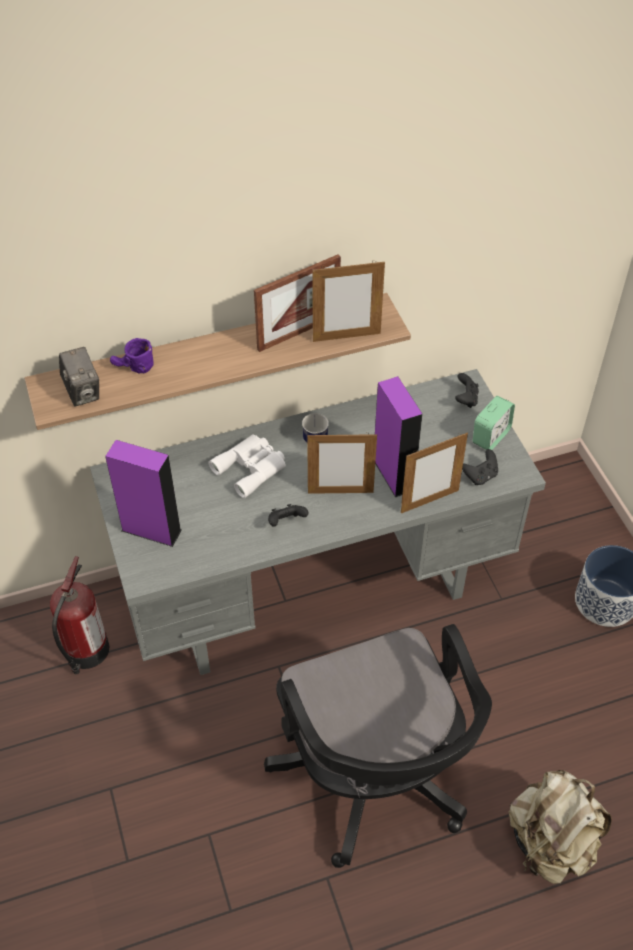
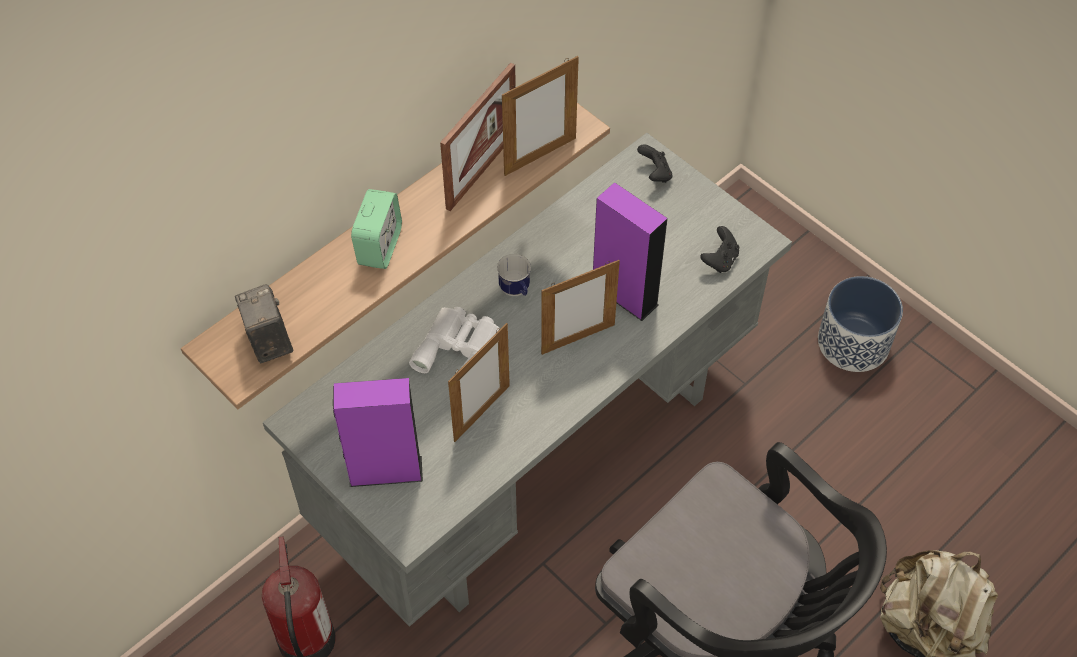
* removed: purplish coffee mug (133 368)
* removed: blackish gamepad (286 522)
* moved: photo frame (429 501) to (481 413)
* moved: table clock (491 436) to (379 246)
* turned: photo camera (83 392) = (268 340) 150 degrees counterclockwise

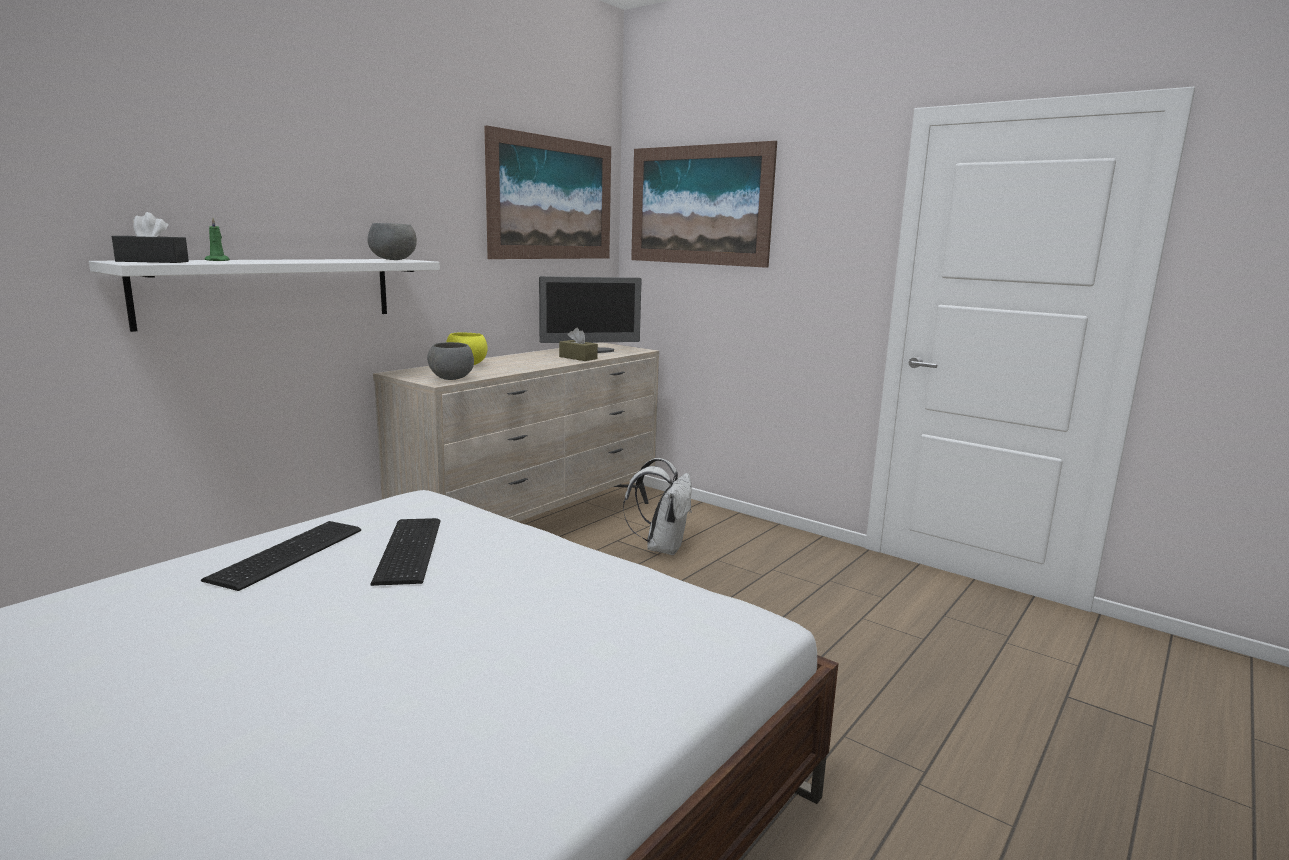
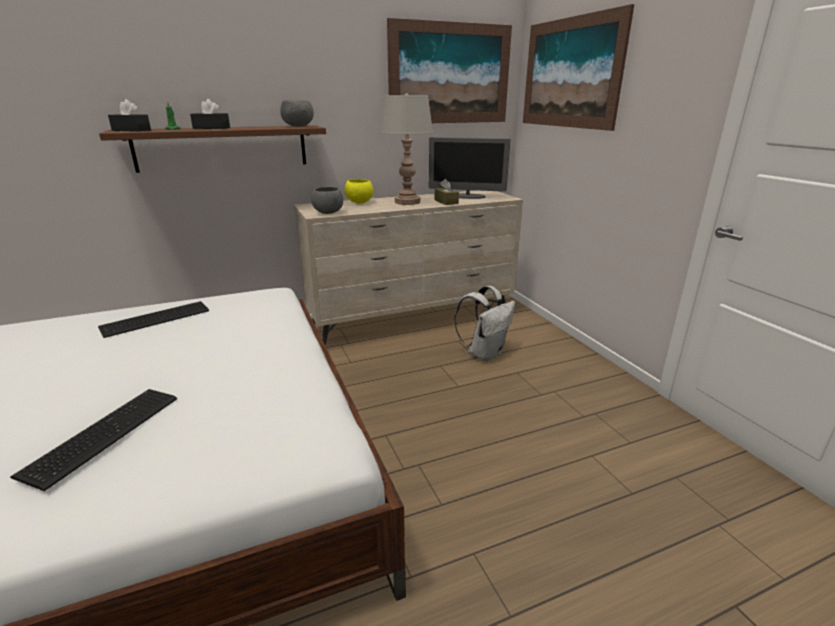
* added: blackish tissue box (211 128)
* added: gray tabletop lamp (407 202)
* moved: computer keyboard (406 551) to (100 434)
* recoloured: whitish shelf (271 290) to brownish shelf (222 148)

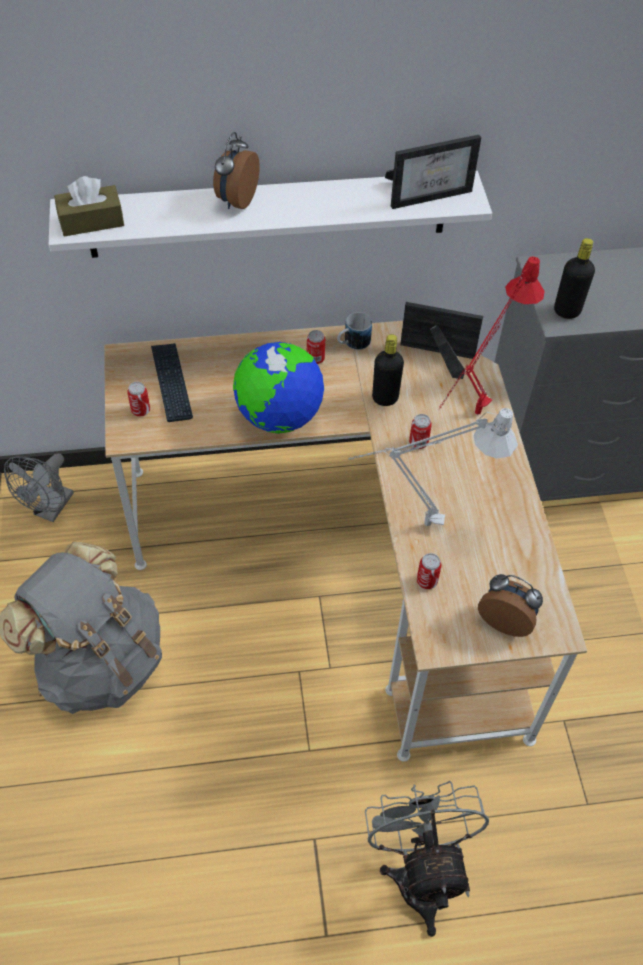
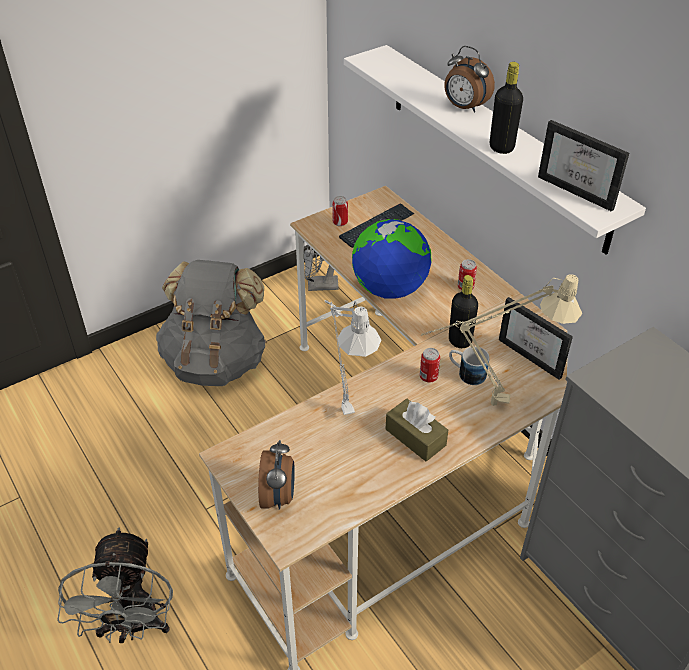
* removed: can (427 581)
* moved: brownish tissue box (91 221) to (415 437)
* moved: coffee mug (352 343) to (466 373)
* moved: blackish drink bottle (567 311) to (501 147)
* recoloured: red-coloured tabletop lamp (472 419) to beige tabletop lamp (483 404)
* turned: table clock (236 200) = (464 107) 135 degrees counterclockwise
* turned: gray electric fan (420 872) = (133 627) 120 degrees clockwise
* turned: photo frame (434 356) = (535 355) 150 degrees clockwise

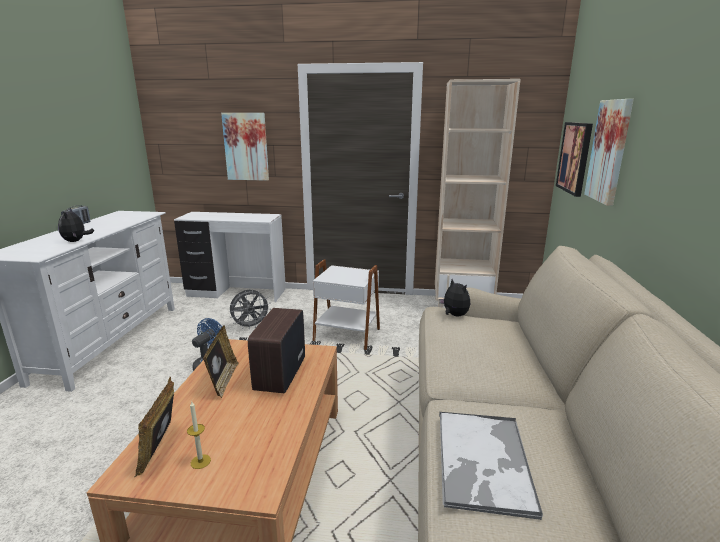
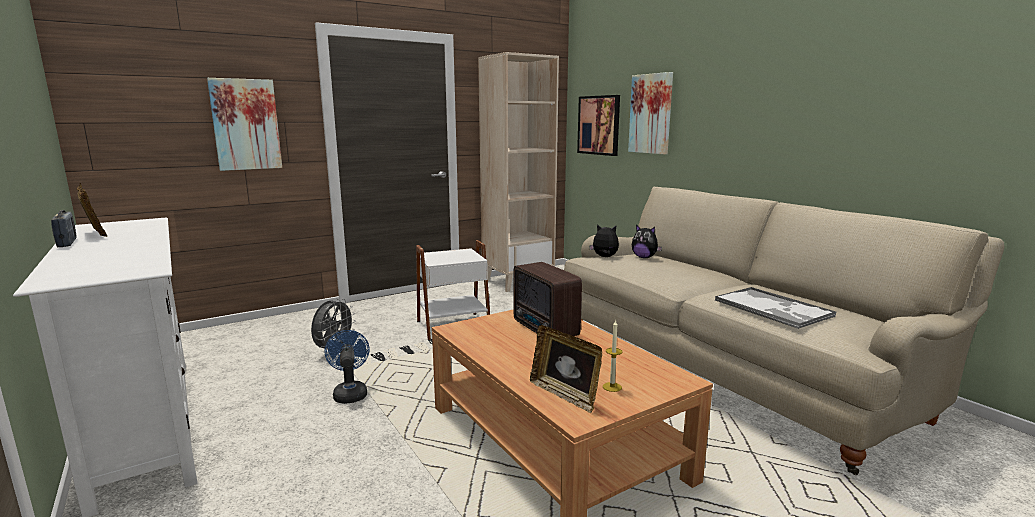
* removed: whitish desk table (236 293)
* moved: cuddly toy (76 241) to (644 257)
* moved: photo frame (223 381) to (95 234)

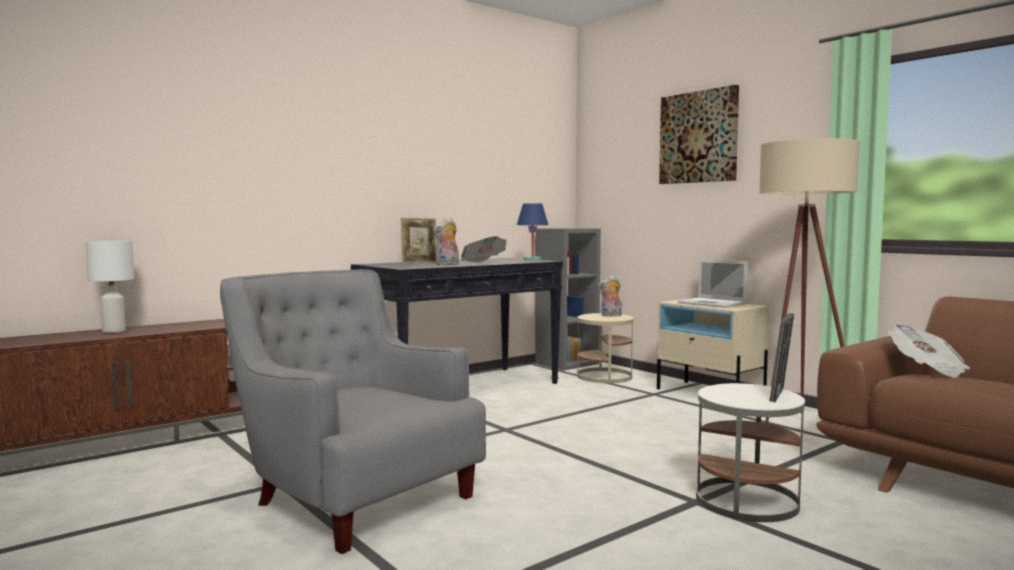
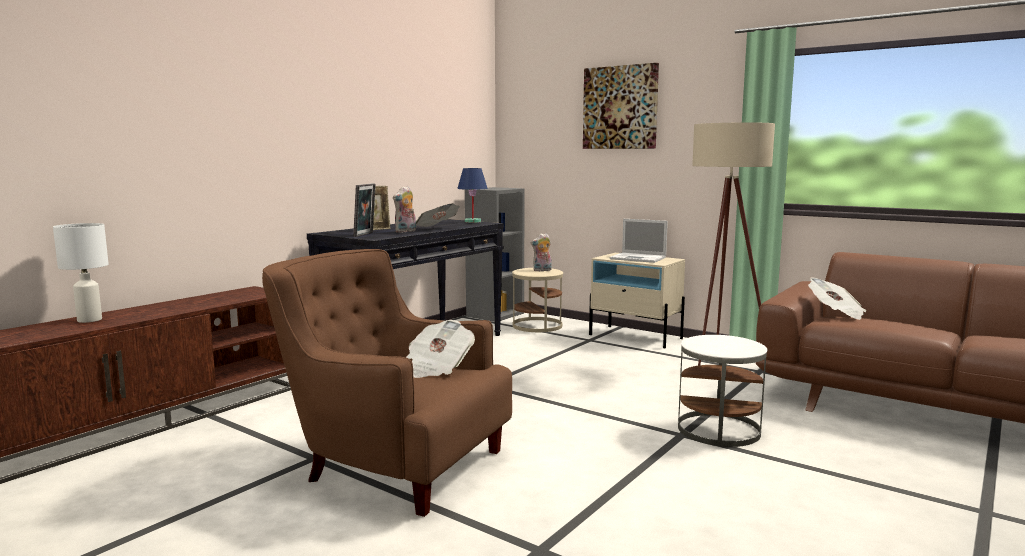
* added: daily paper (437 368)
* moved: photo frame (780 395) to (365 234)
* recoloured: gray lounge chair (352 497) to brownish lounge chair (392 463)

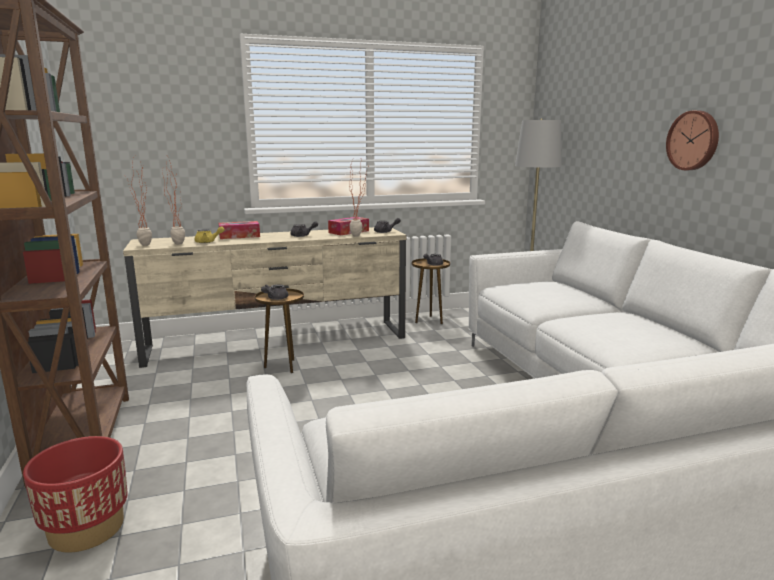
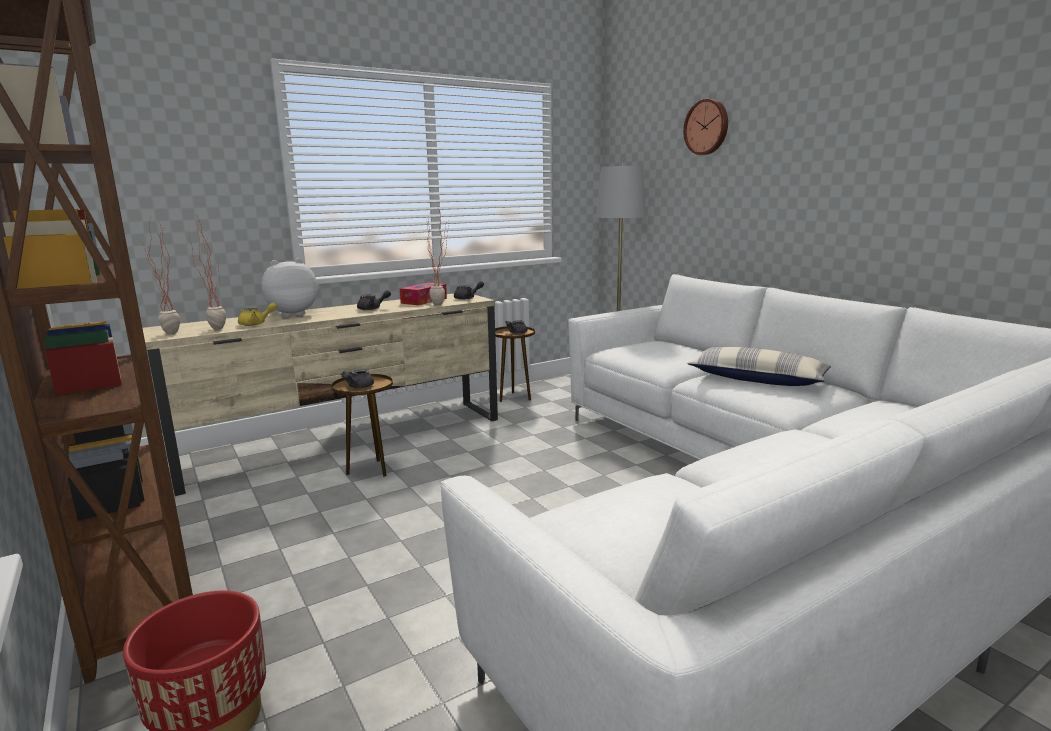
* added: cushion (757 379)
* moved: clock on the wall (694 140) to (707 127)
* replaced: tissue box (239 236) to cuddly toy (291 314)

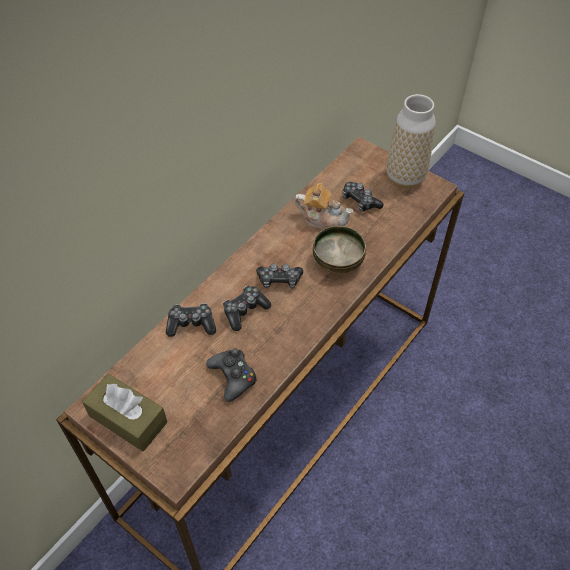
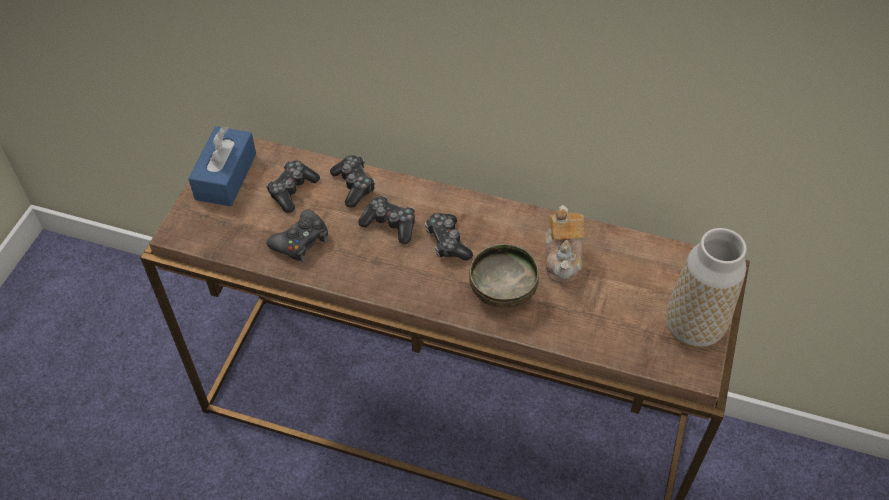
* moved: gamepad (360 201) to (292 190)
* recoloured: brownish tissue box (128 419) to blue tissue box (226 176)

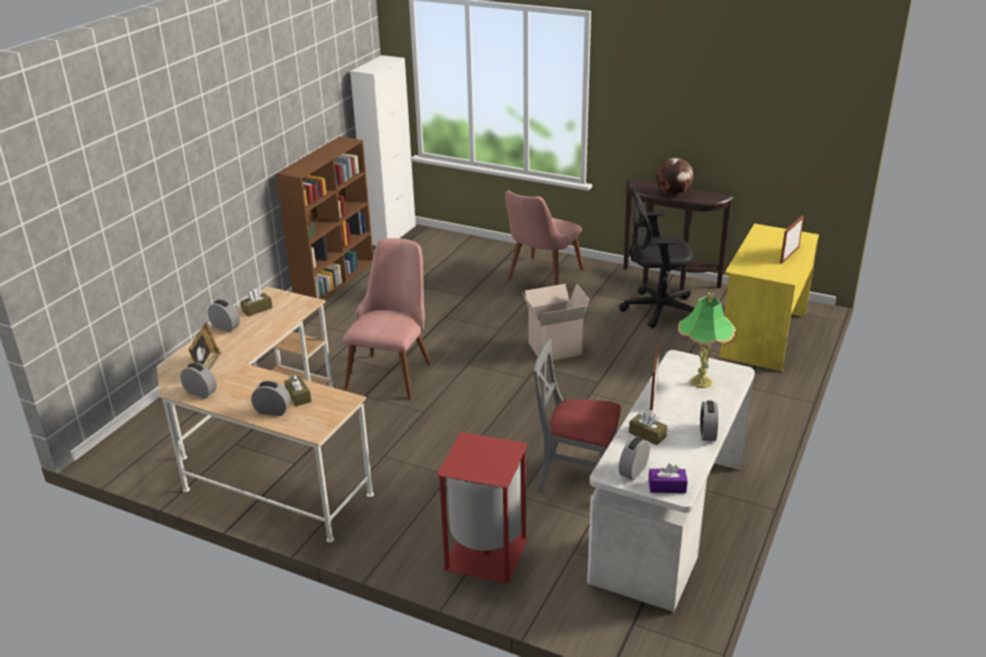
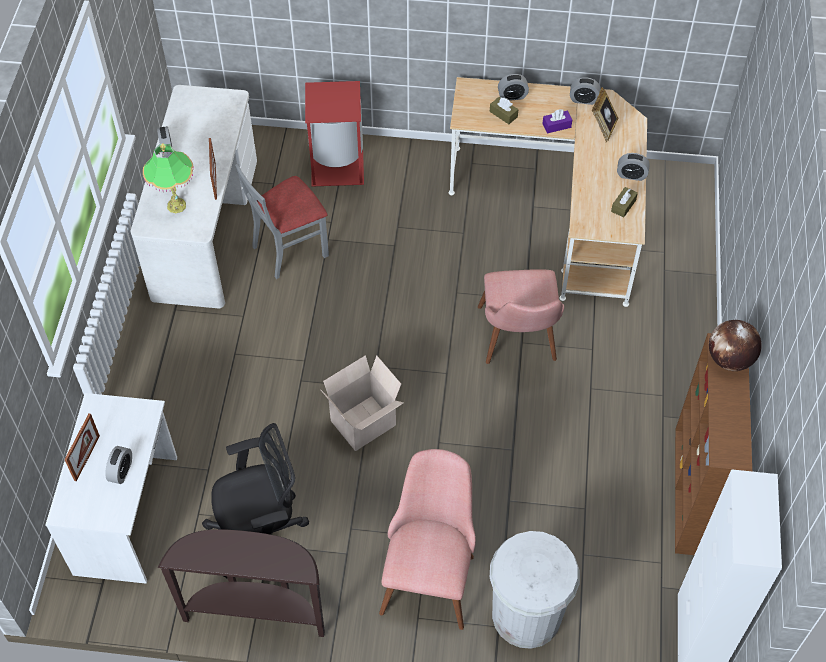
* removed: brownish tissue box (647 435)
* added: whitish waste bin (526 615)
* moved: table clock (633 471) to (121 471)
* moved: purplish tissue box (667 486) to (556 125)
* moved: world globe (673 193) to (729 359)
* recoloured: yellow-coloured desk table (762 336) to whitish desk table (128 514)
* turned: gray upright chair (576 480) = (289 249) 150 degrees clockwise

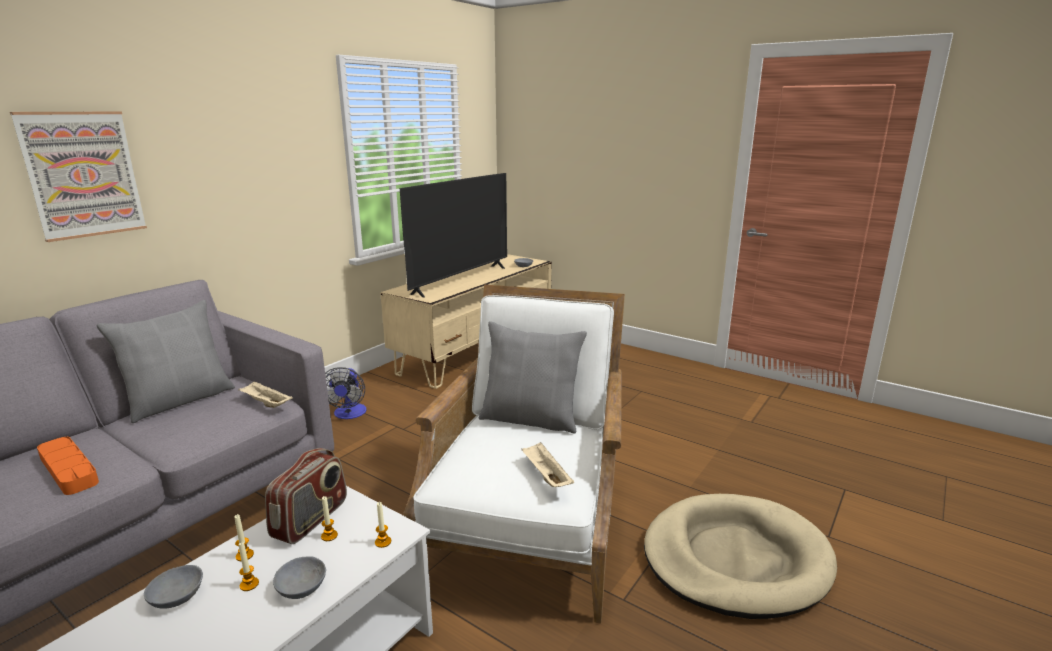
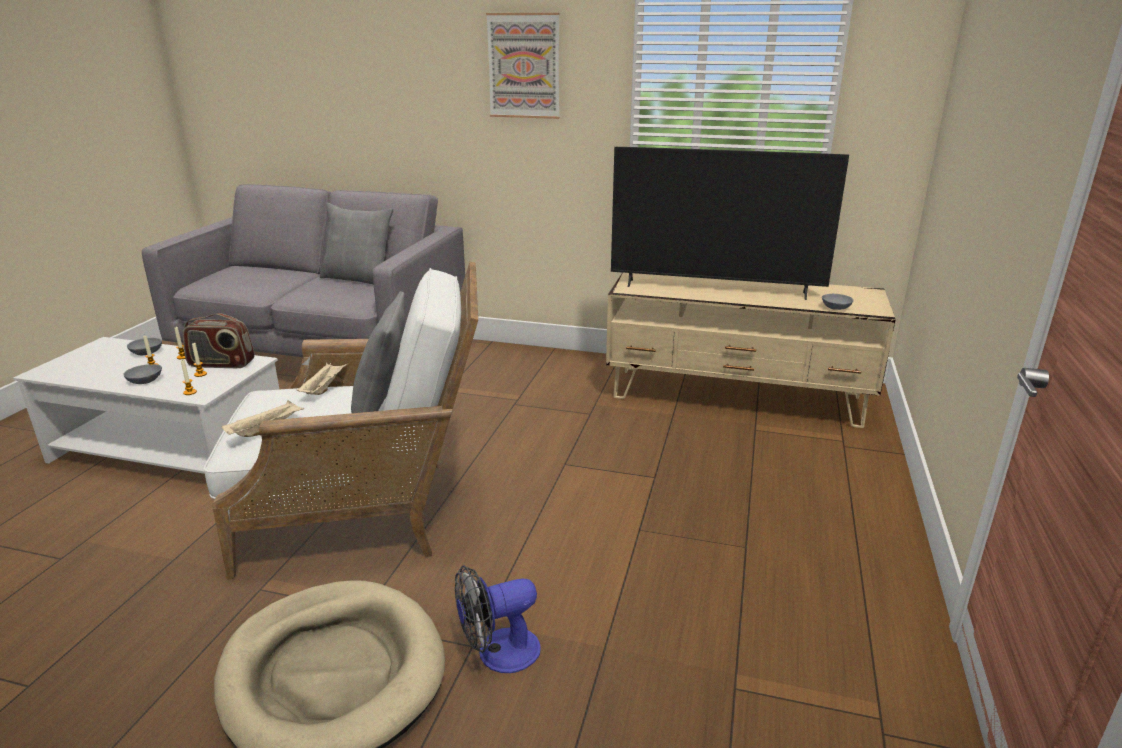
* removed: orange-coloured tray (68 469)
* moved: picture (83 174) to (524 66)
* moved: beige tray (265 403) to (324 388)
* moved: electric fan (349 414) to (498 653)

